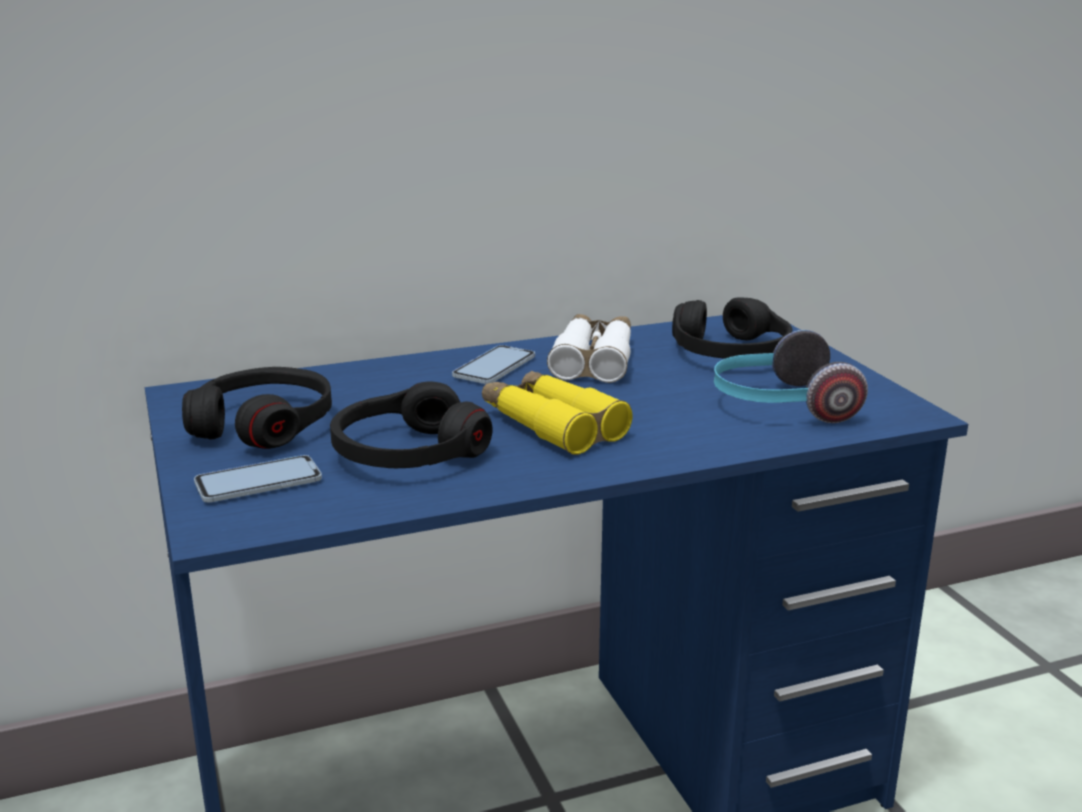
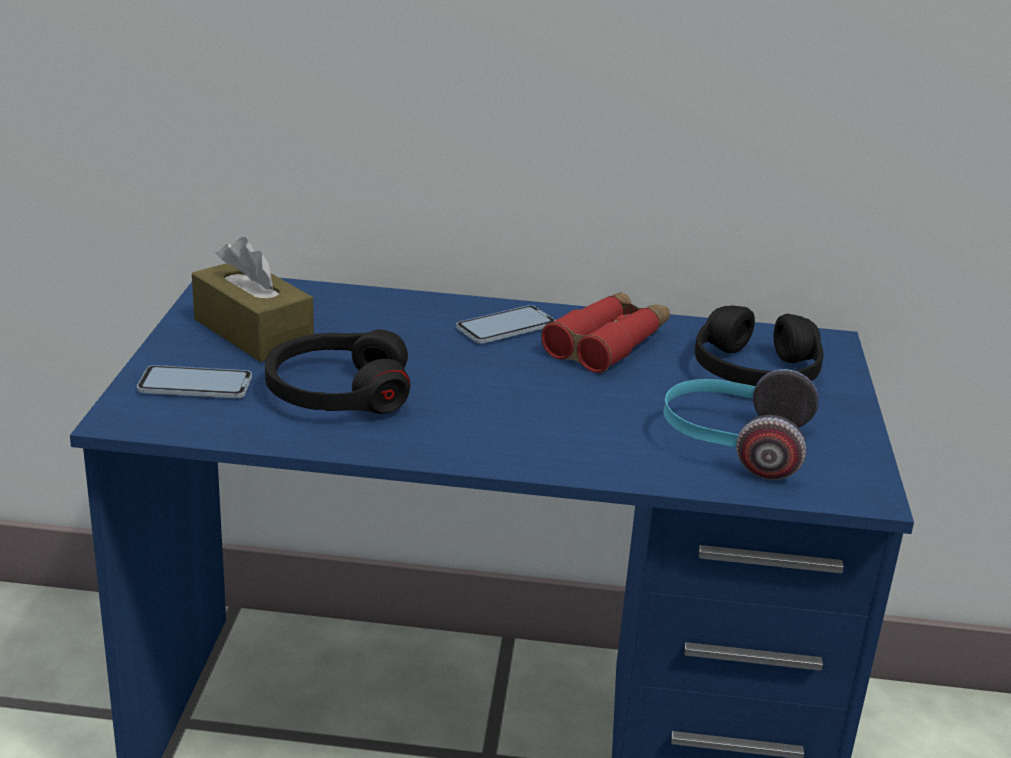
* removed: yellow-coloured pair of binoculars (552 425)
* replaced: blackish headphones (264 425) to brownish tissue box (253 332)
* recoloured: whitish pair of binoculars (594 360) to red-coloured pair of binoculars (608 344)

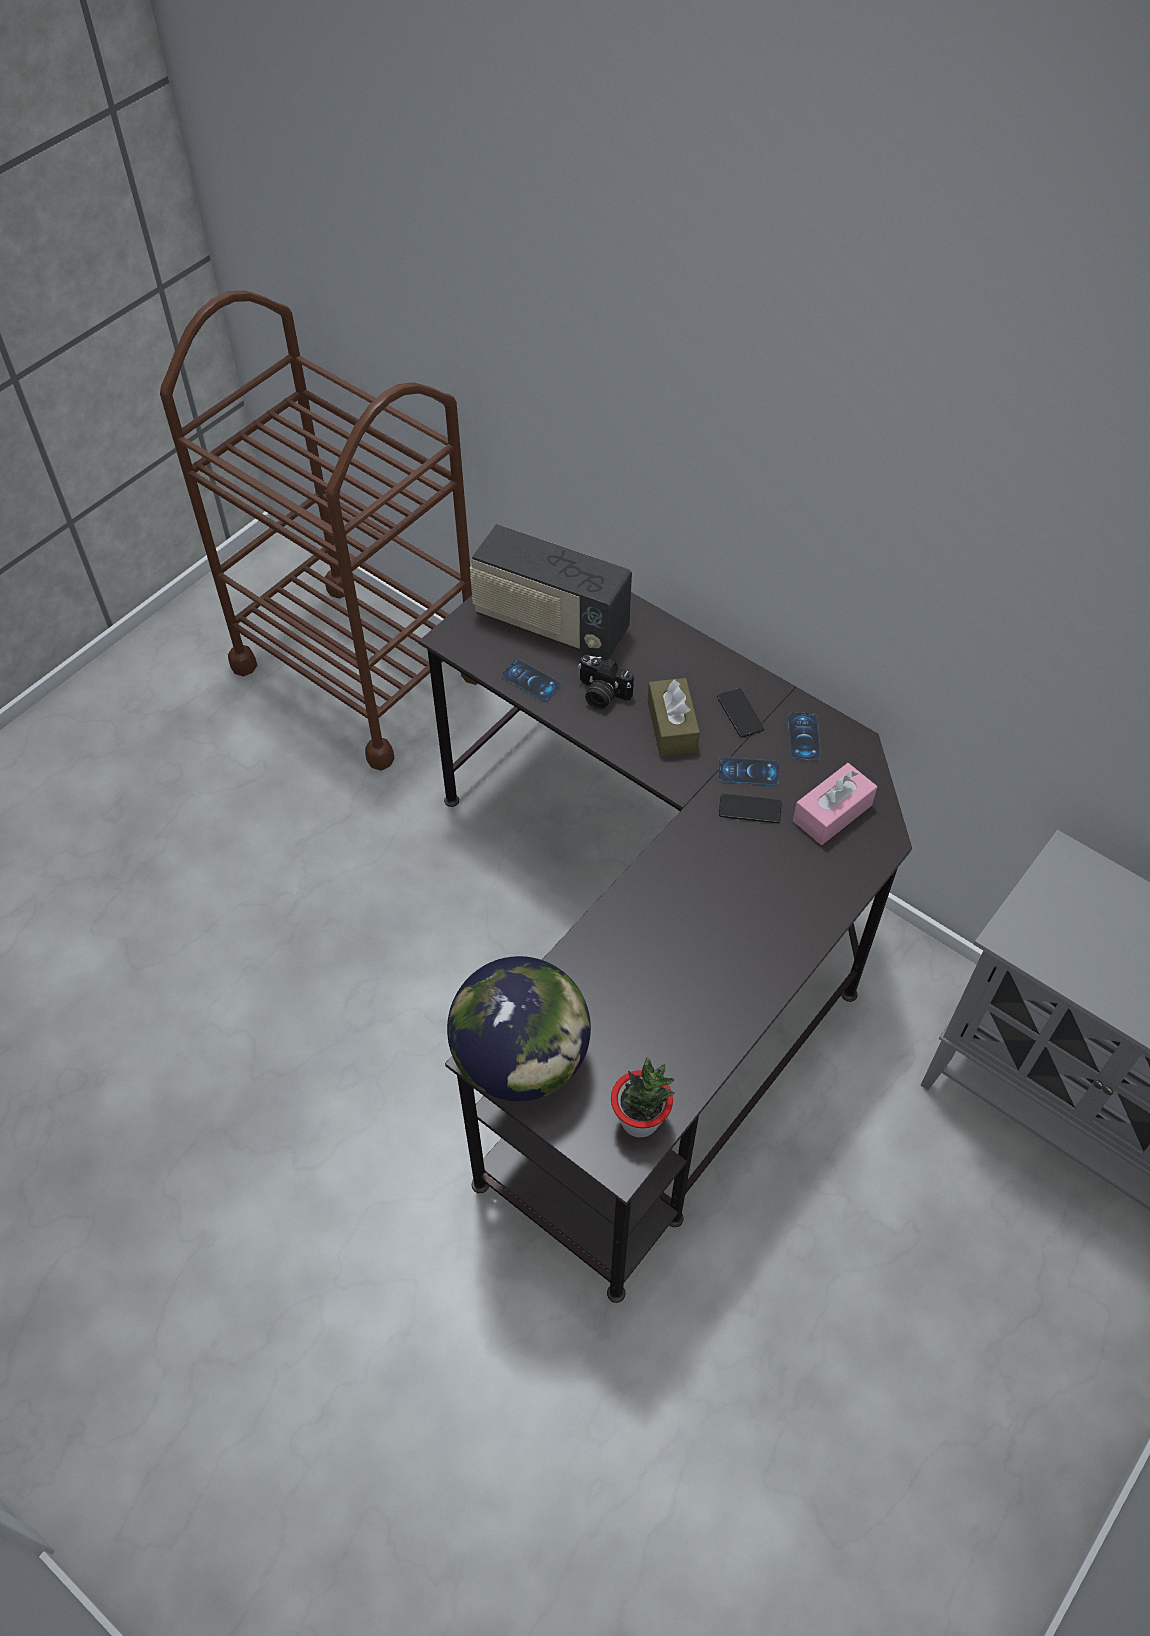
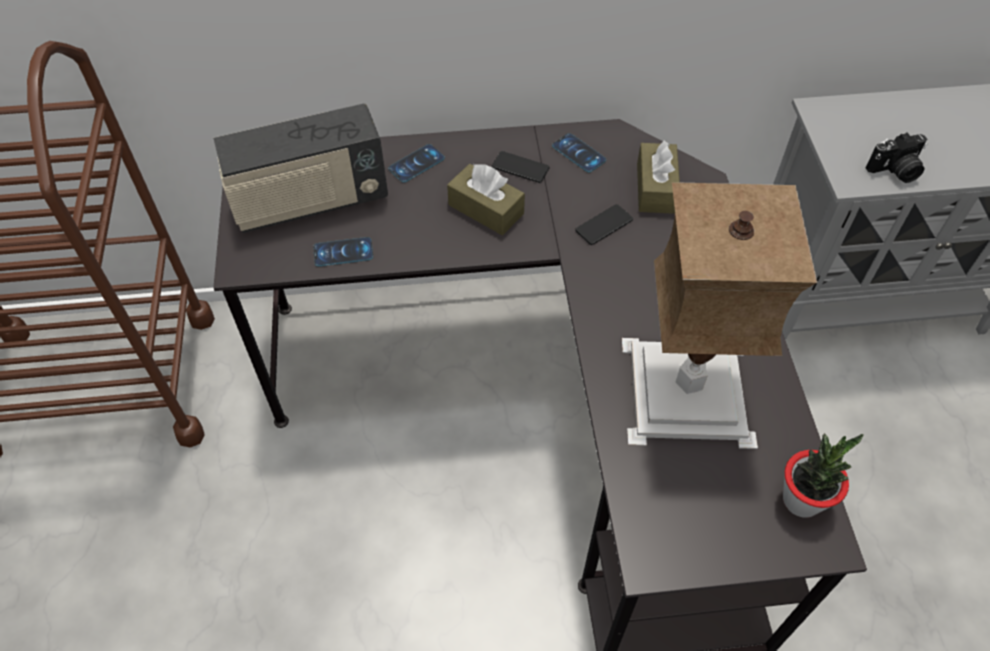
* removed: world globe (522 1060)
* added: tabletop lamp (684 394)
* moved: photo camera (601 694) to (895 171)
* moved: telephone (748 772) to (416 163)
* recoloured: pinkish tissue box (832 813) to brownish tissue box (655 188)

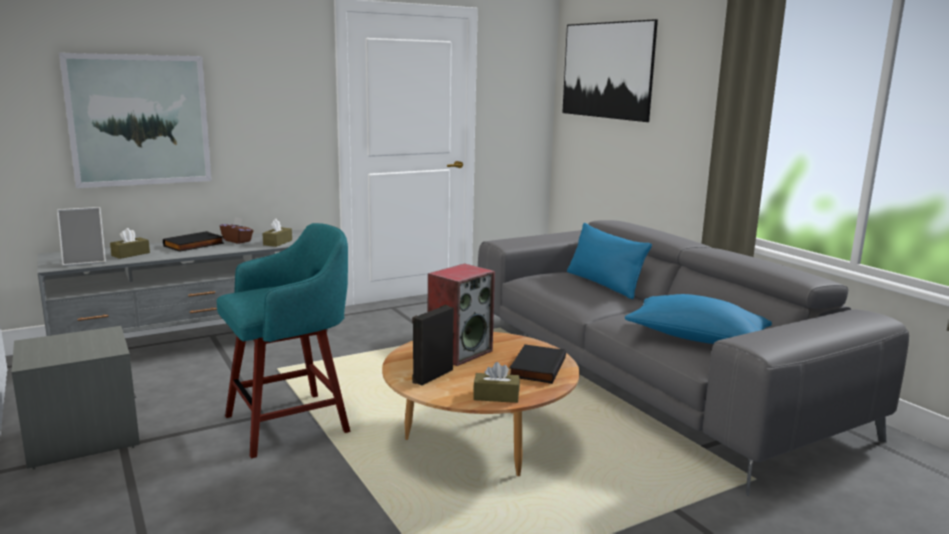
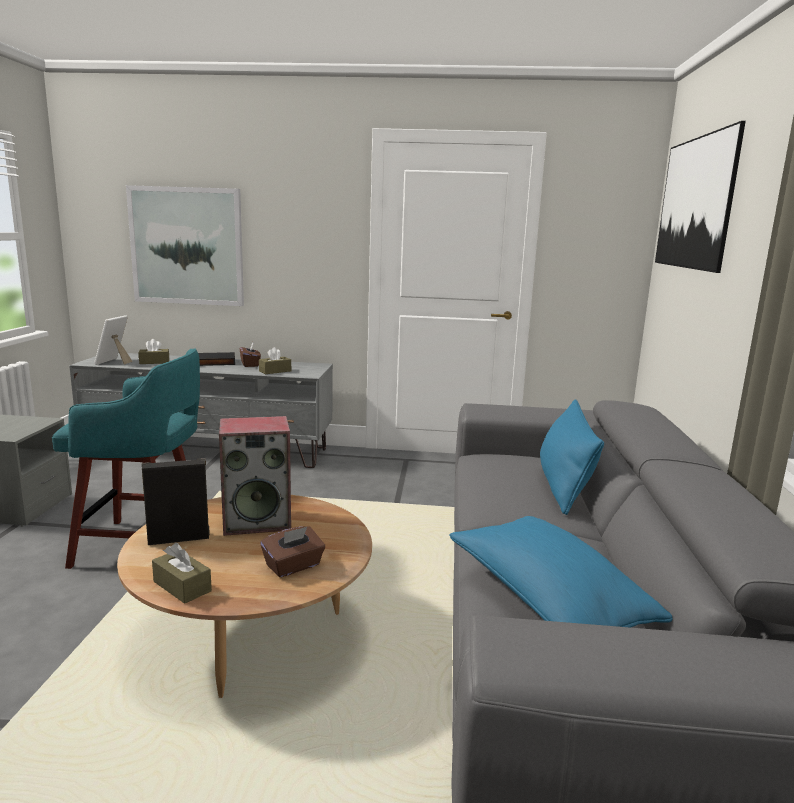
* replaced: blackish bound book (536 367) to brownish tissue box (293 566)
* turned: photo frame (85 261) = (115 362) 90 degrees clockwise

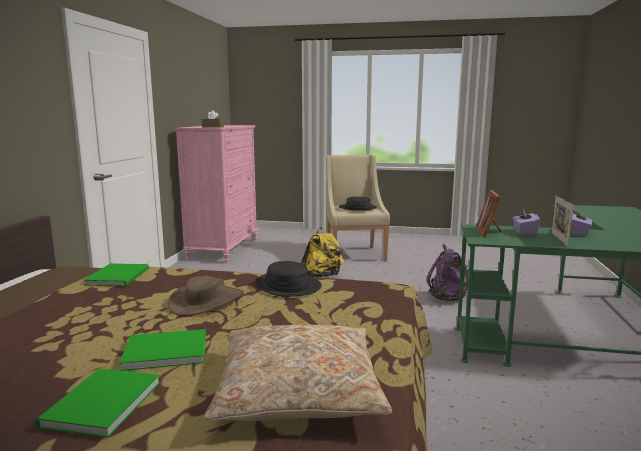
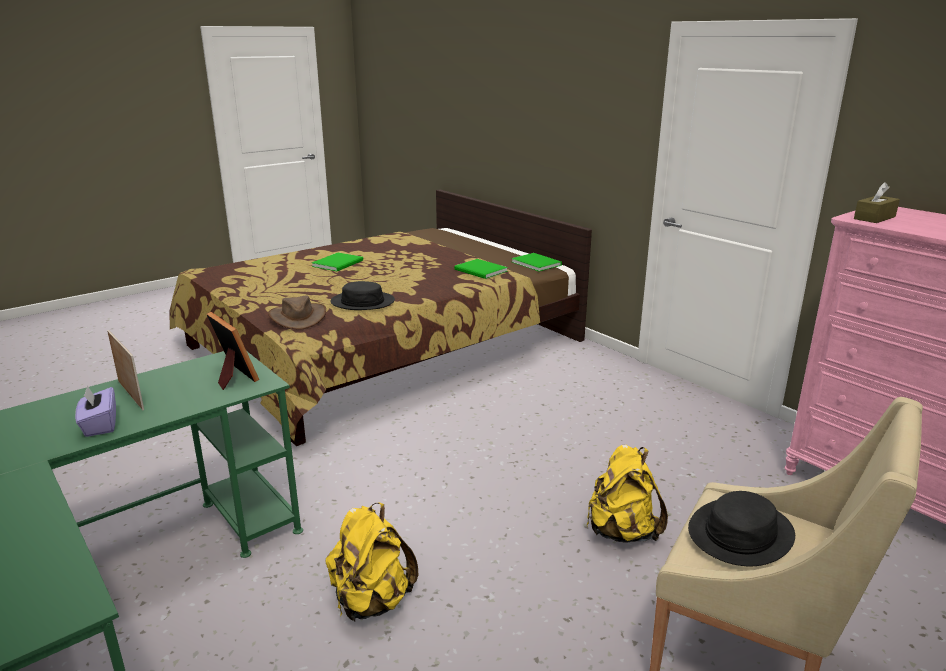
* removed: beige cushion (297 390)
* removed: purplish tissue box (524 232)
* moved: green bound book (98 405) to (536 263)
* moved: brownish hat (207 301) to (298 317)
* recoloured: purplish rucksack (448 298) to yellow-coloured rucksack (371 601)

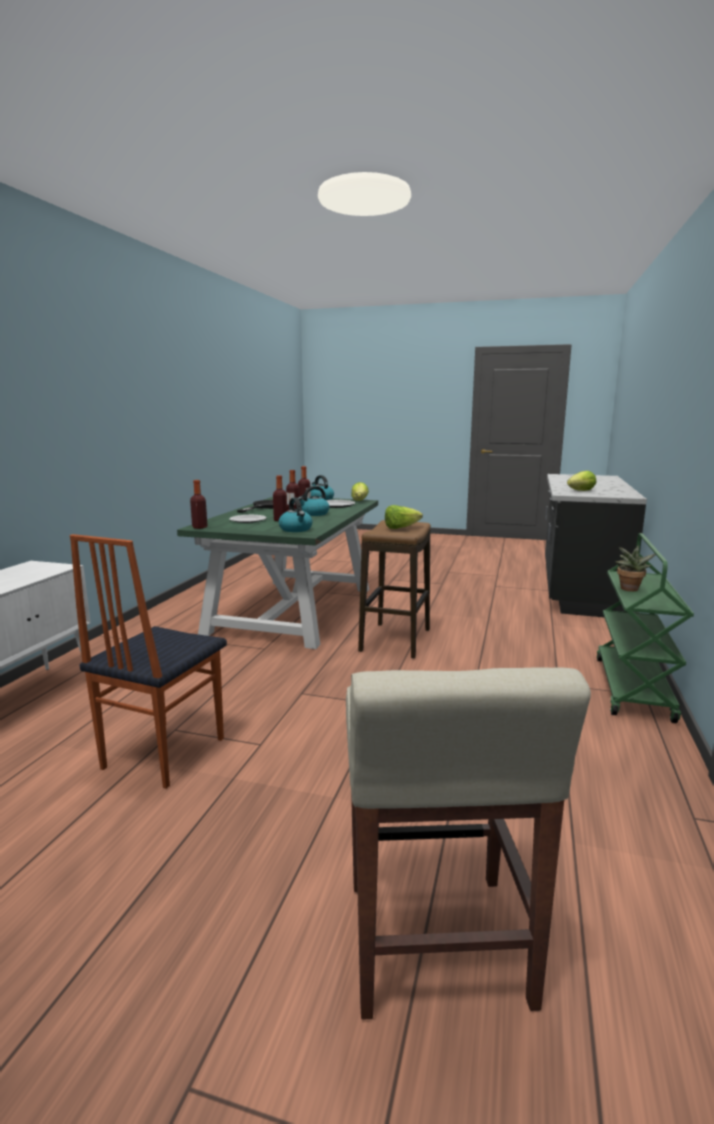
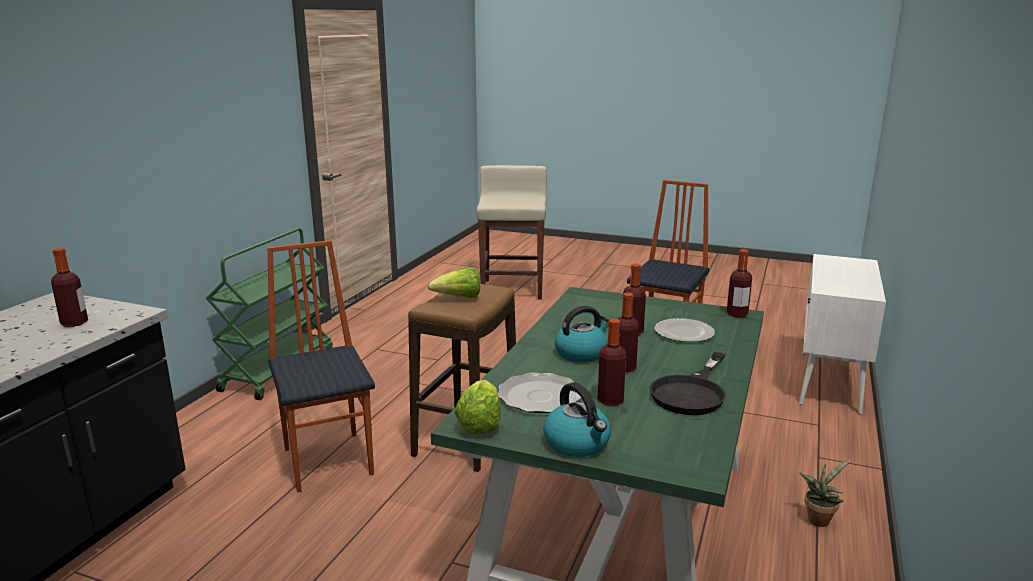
* removed: tea kettle (296 529)
* added: upright chair (329 460)
* moved: potted plant (629 590) to (819 519)
* replaced: head of lettuce (581 491) to drink bottle (74 323)

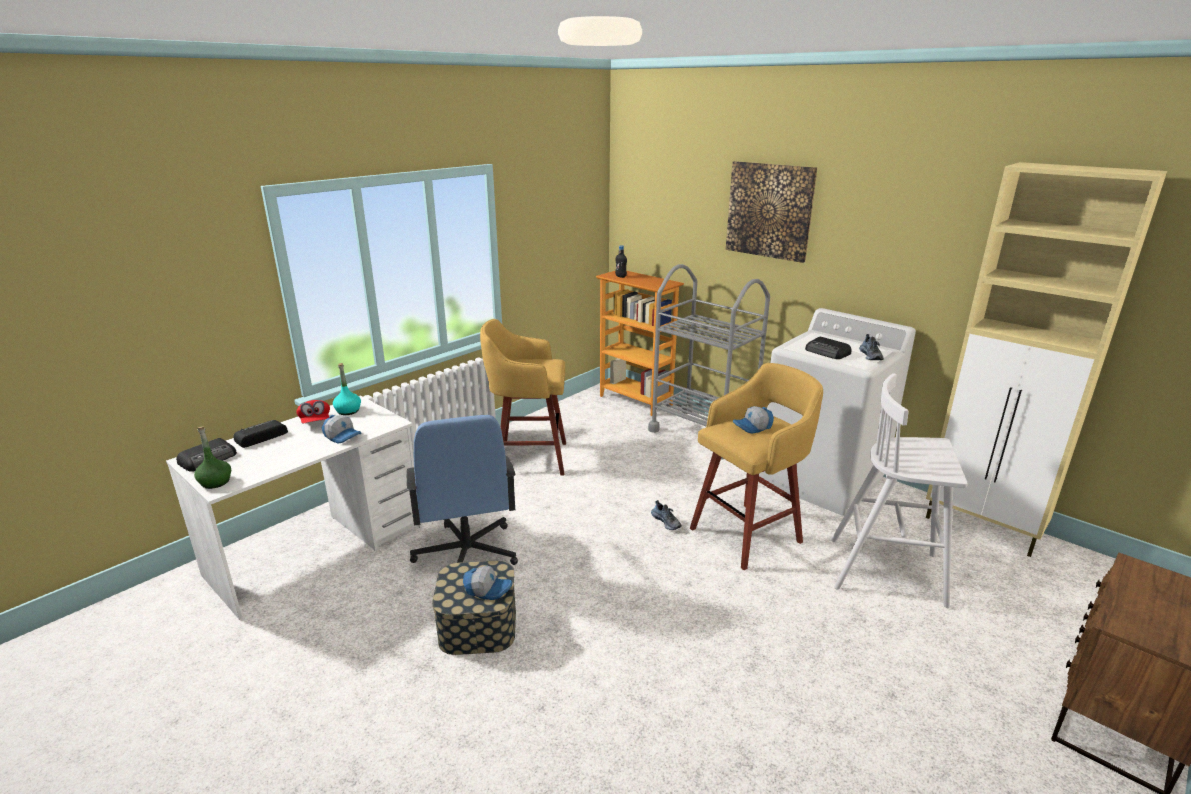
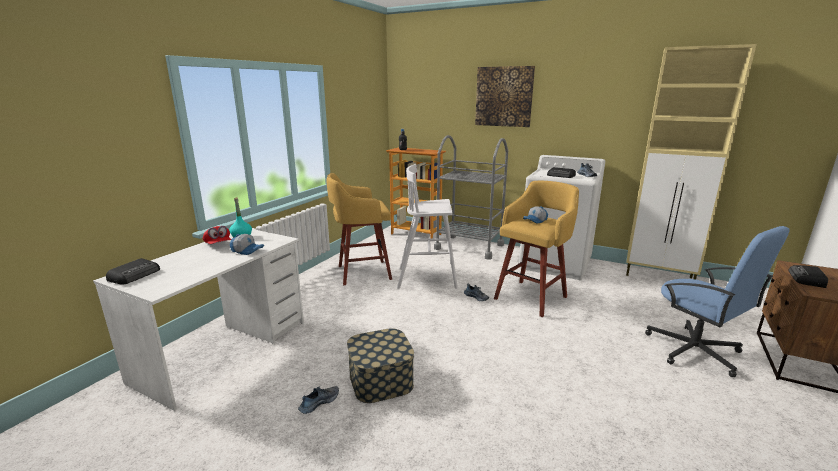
* removed: green drink bottle (215 482)
* removed: baseball cap (488 589)
* added: item of footwear (319 402)
* moved: radio receiver (260 437) to (807 279)
* moved: blue office chair (466 554) to (695 351)
* moved: whitish stool seat (888 572) to (428 278)

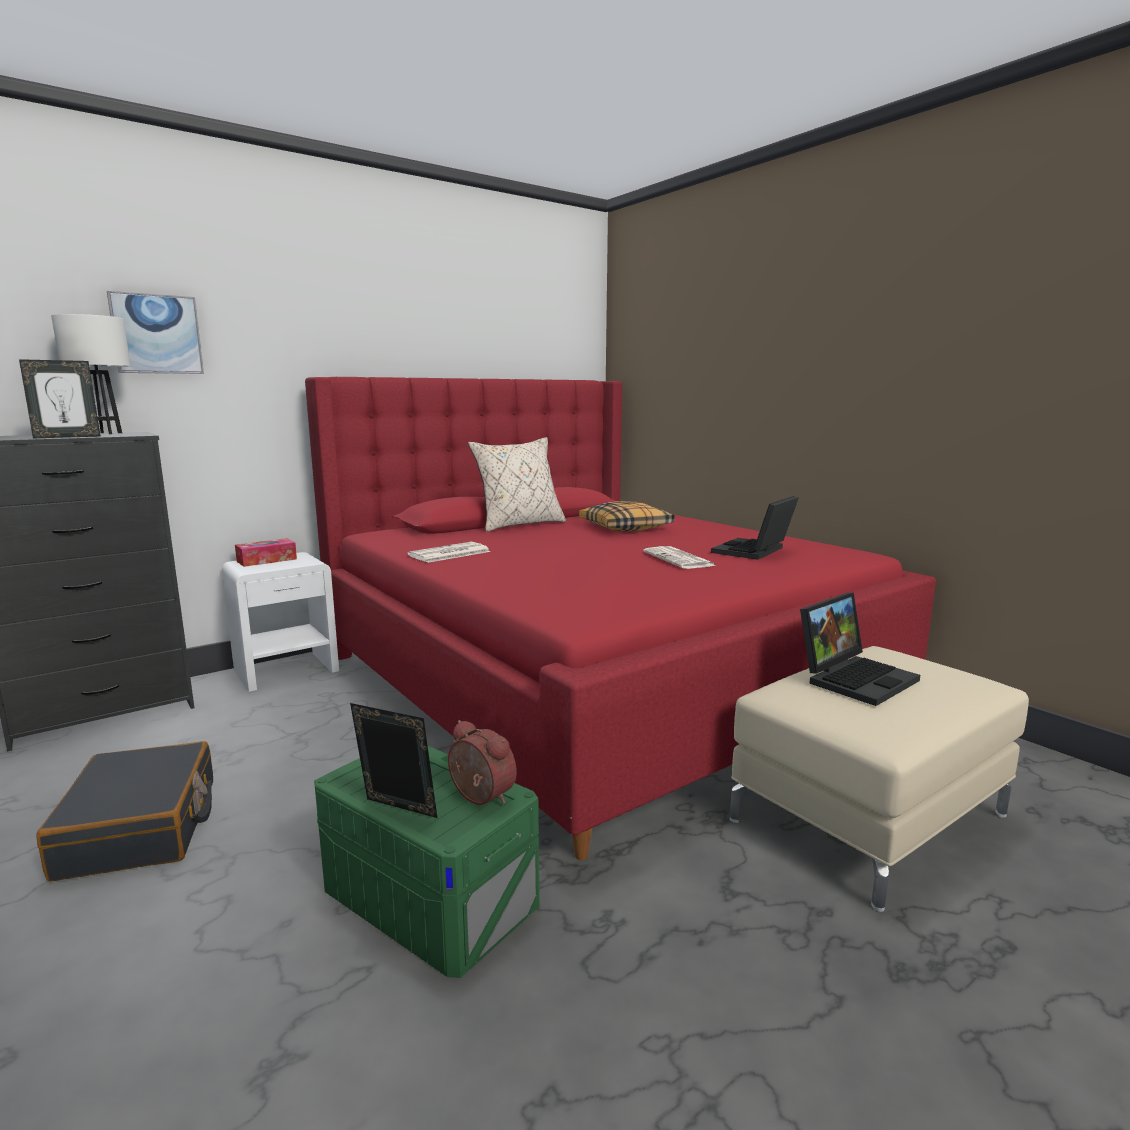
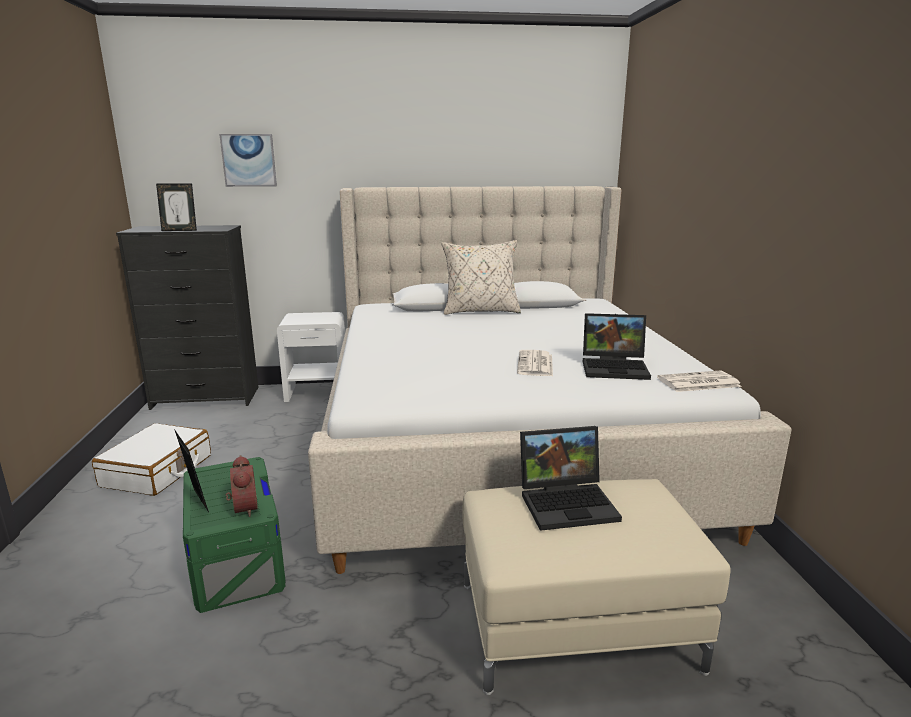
* removed: whitish tabletop lamp (106 433)
* removed: tissue box (267 560)
* removed: cushion (625 528)
* moved: daily paper (449 554) to (697 382)
* recoloured: blackish piece of luggage (141 828) to whitish piece of luggage (158 471)
* recoloured: red-coloured bed (594 675) to beige bed (505 444)
* turned: laptop (754 551) = (616 368) 150 degrees counterclockwise

